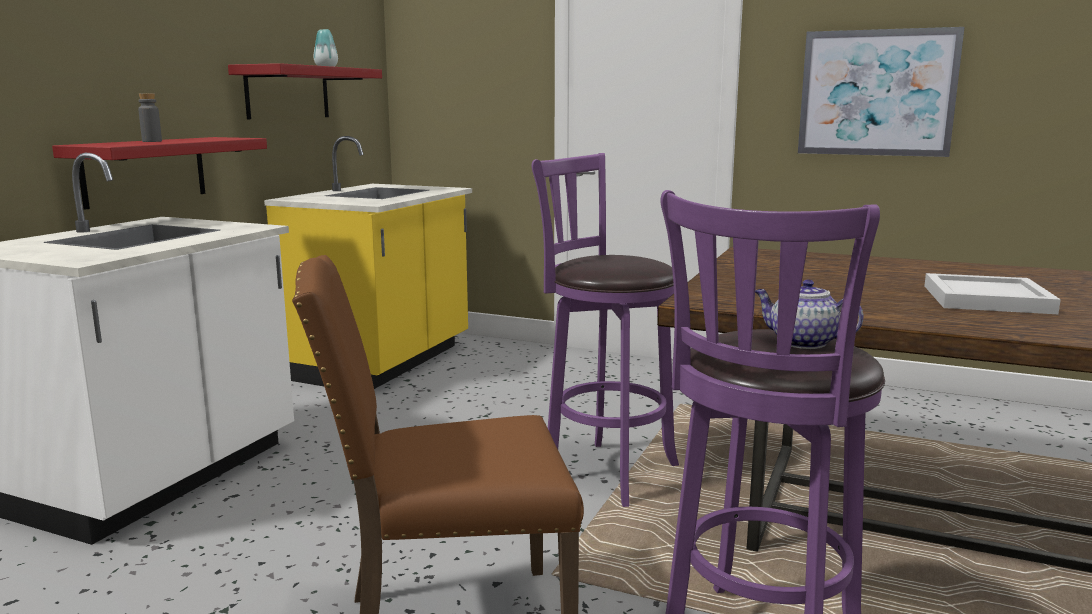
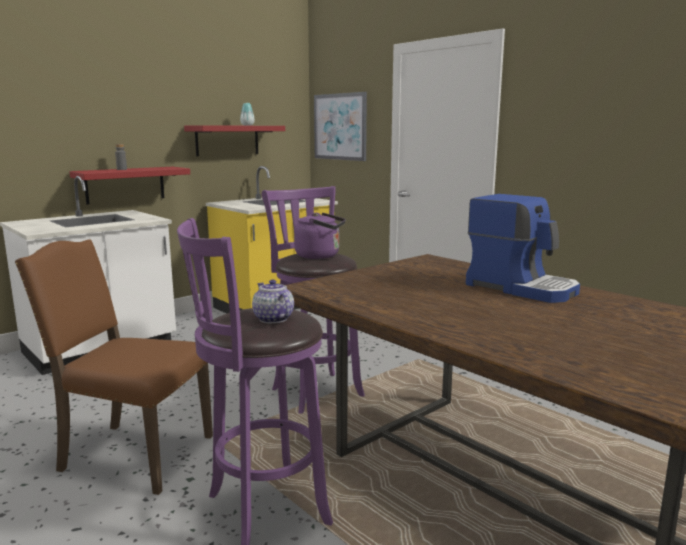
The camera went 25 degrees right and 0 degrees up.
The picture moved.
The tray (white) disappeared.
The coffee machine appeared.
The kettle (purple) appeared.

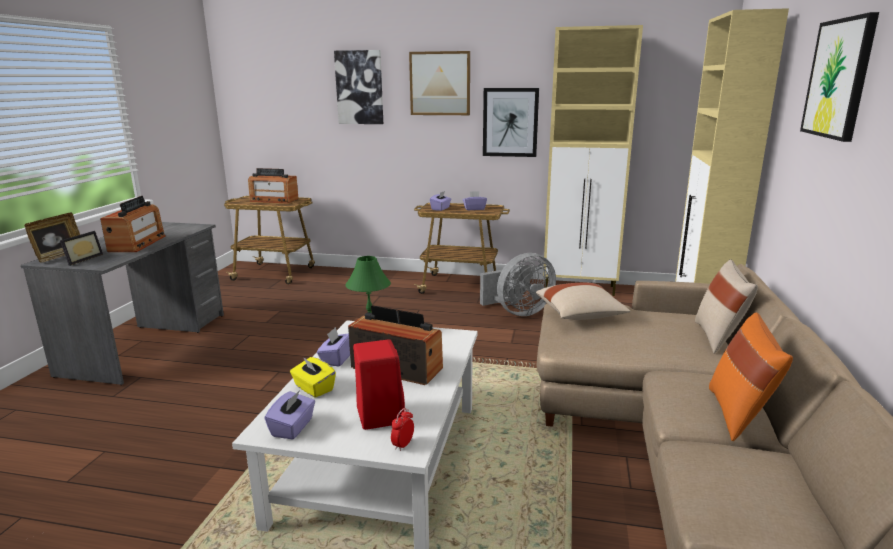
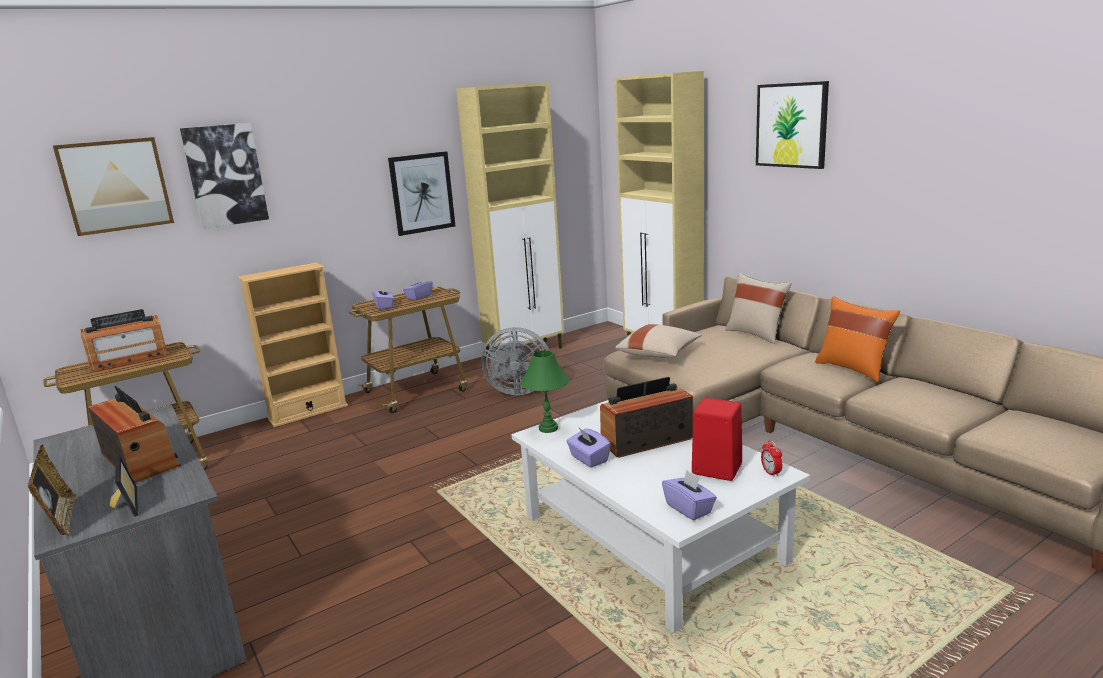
The camera went 45 degrees left and 0 degrees up.
The picture (2nd from left in the first image) moved.
The fan (grey) turned 75 degrees clockwise.
The tissue box (yellow) disappeared.
The bookcase (beige) appeared.

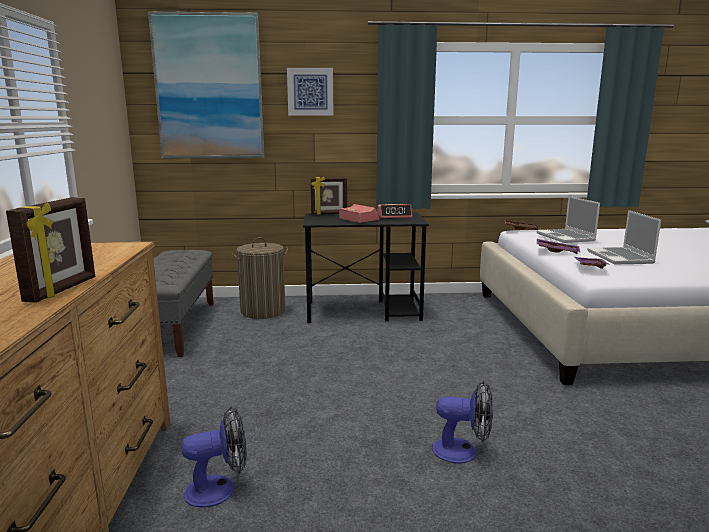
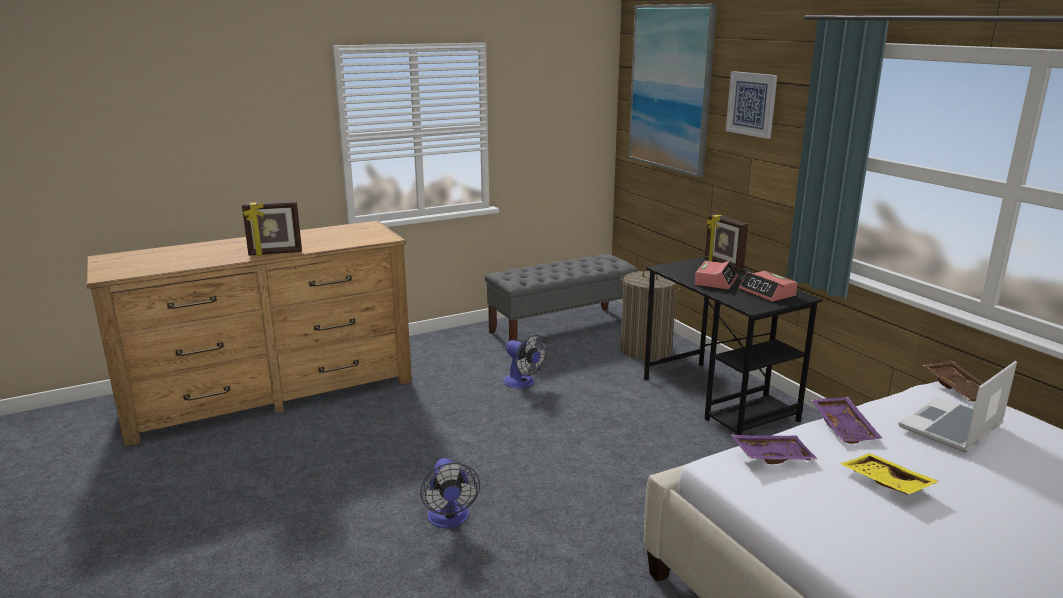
The camera went 65 degrees right and 5 degrees up.
The laptop (2nd from left) was replaced by the tray (yellow).
The fan (1st from left in the first image) moved.

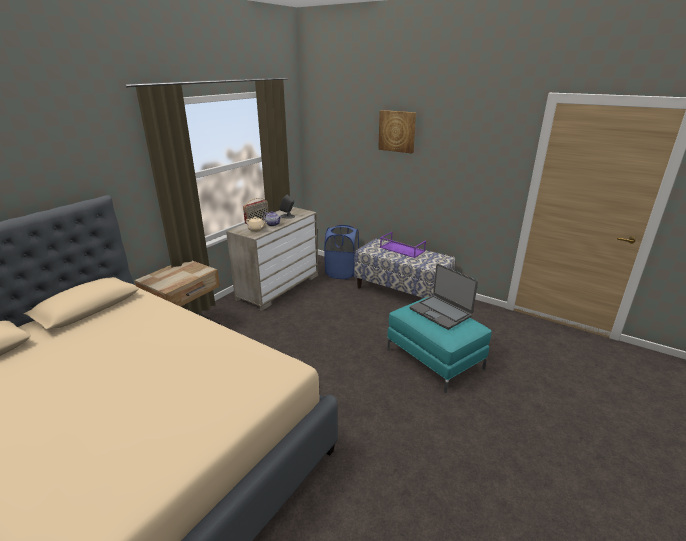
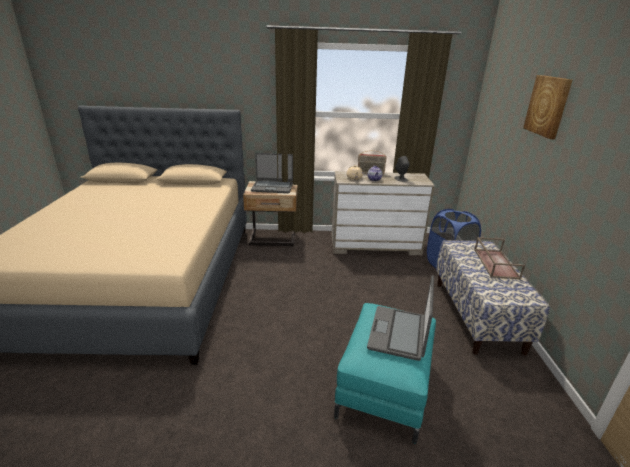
The camera went 55 degrees right and 0 degrees up.
The tray (purple) became the tray (brown).
The laptop (1st from left) appeared.

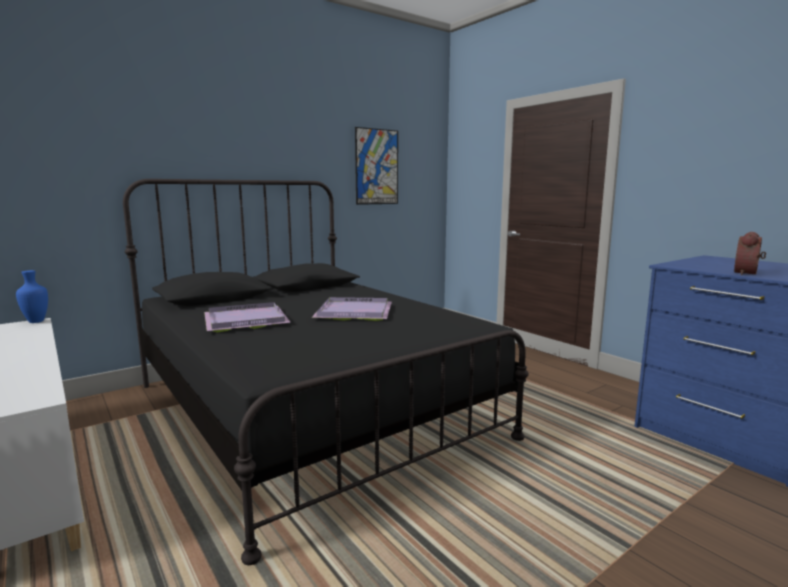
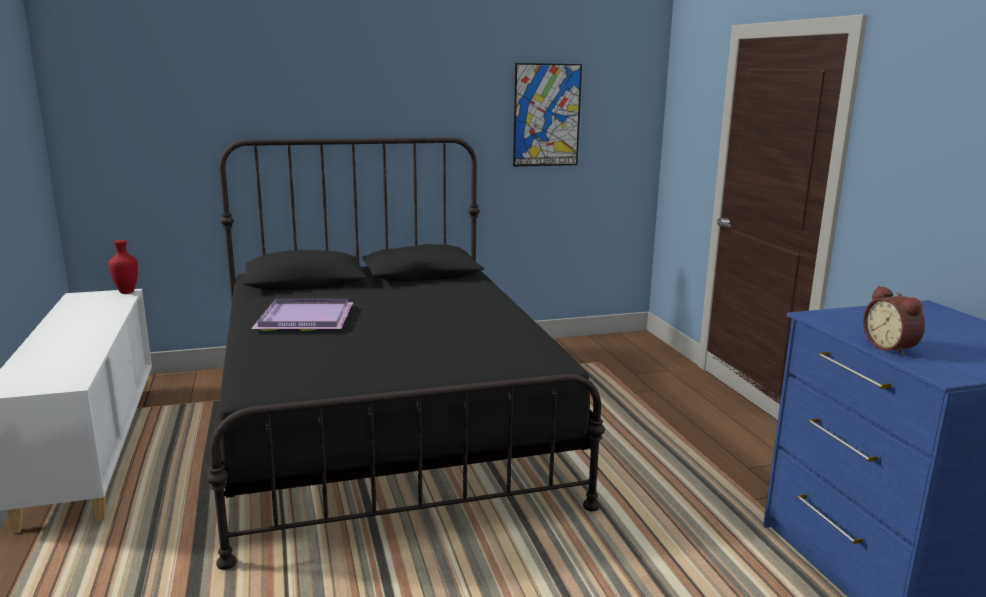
The camera went 20 degrees right and 5 degrees up.
The alarm clock turned 75 degrees counterclockwise.
The vase (blue) became the vase (red).
The tray (purple) (2nd from left) disappeared.

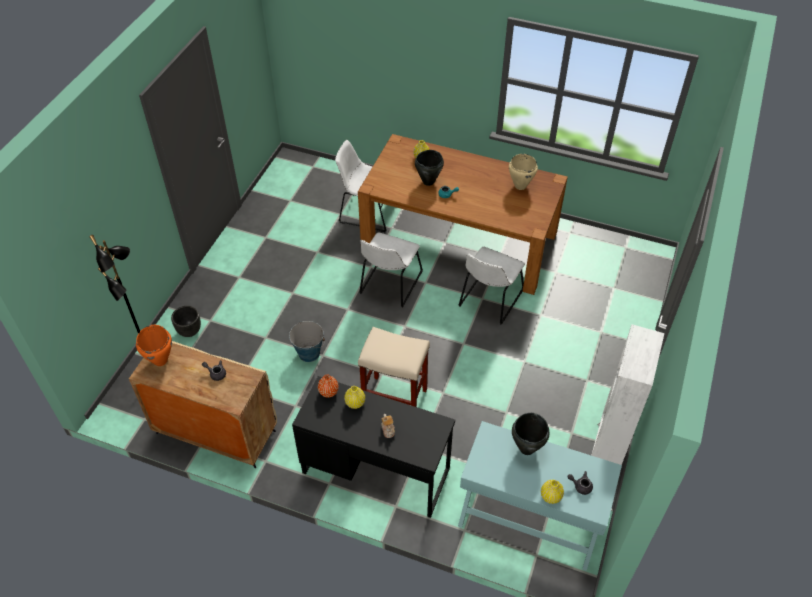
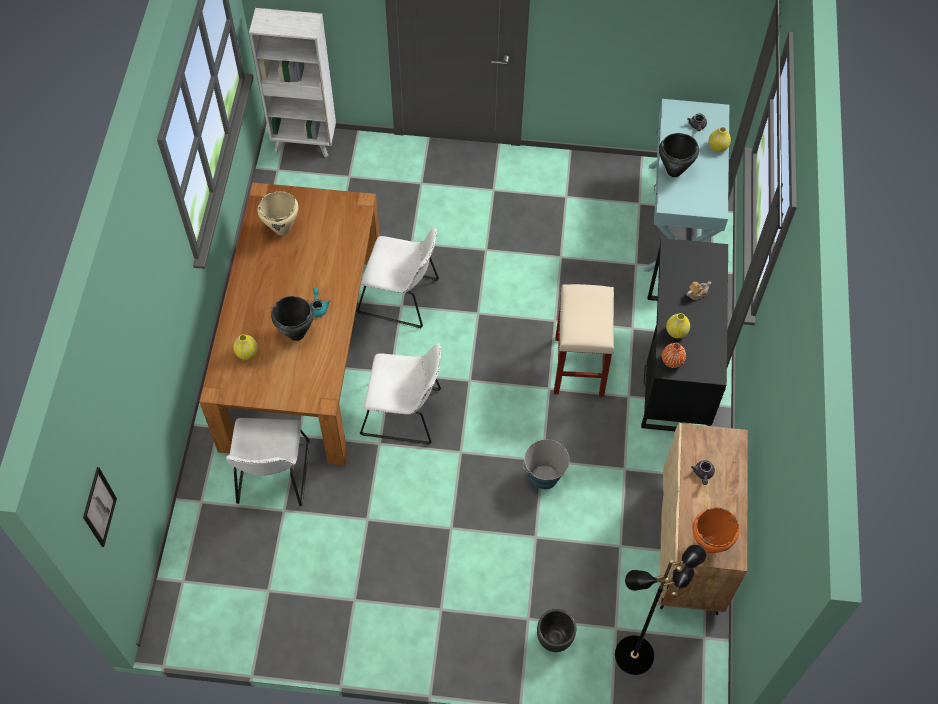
The camera went 105 degrees left and 10 degrees up.
The bookcase (white) moved.
The picture appeared.

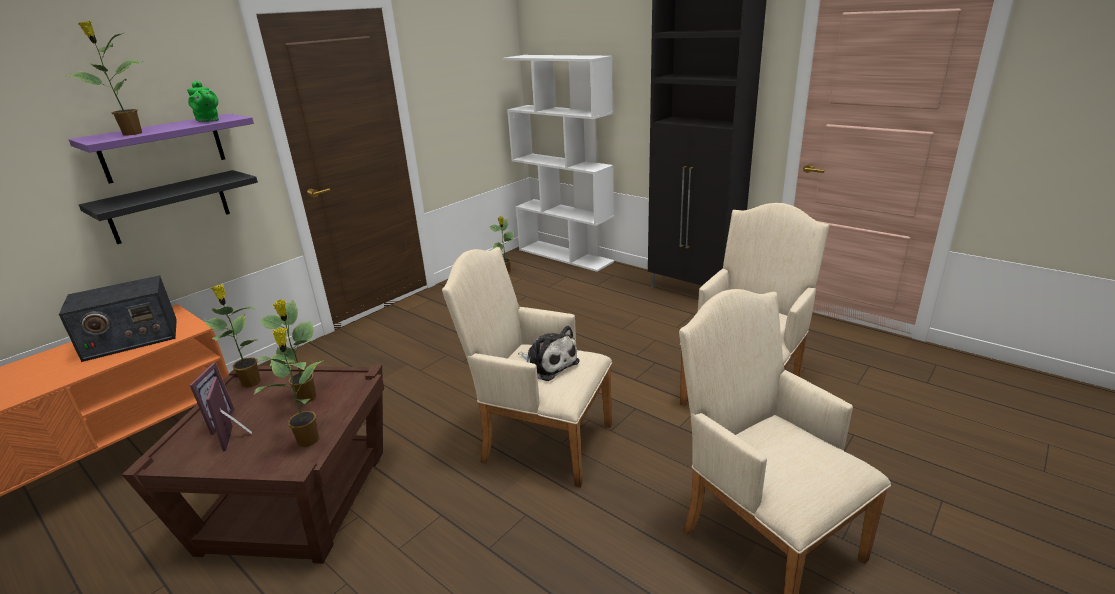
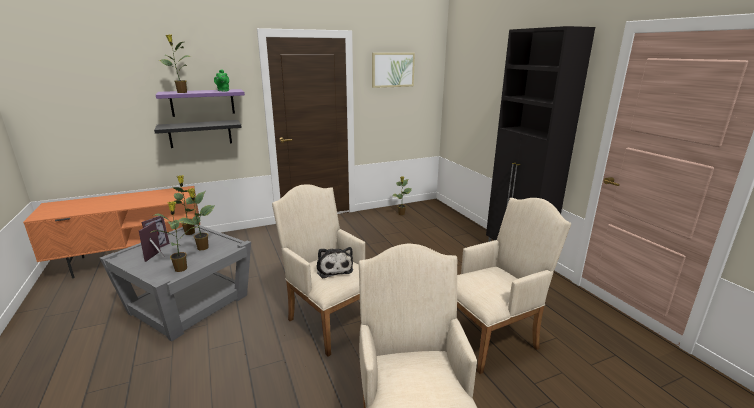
The camera went 25 degrees right and 5 degrees down.
The bookcase (white) disappeared.
The radio disappeared.
The side table (brown) became the side table (grey).
The picture appeared.

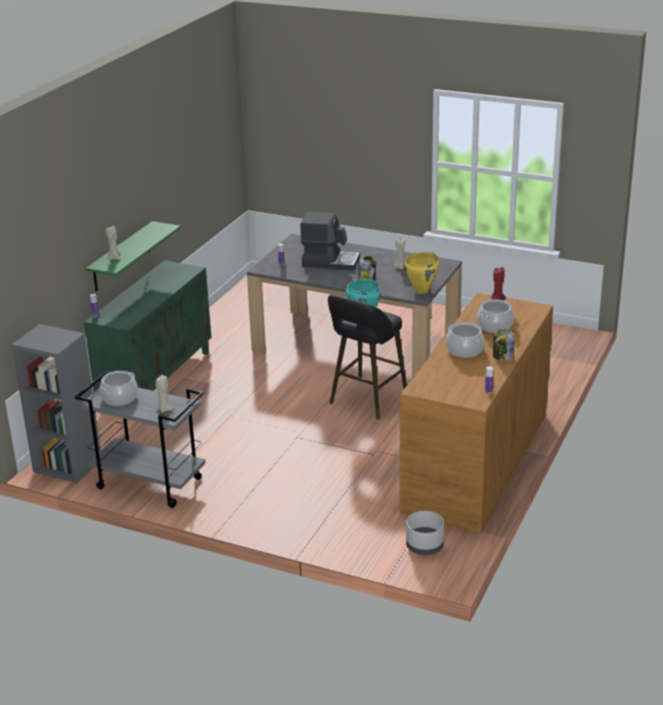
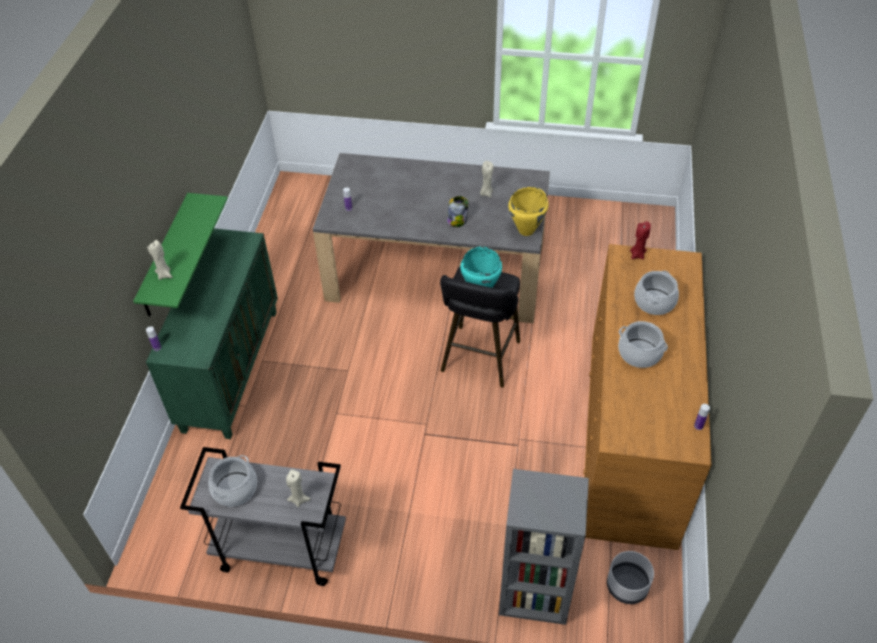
The camera went 15 degrees left and 20 degrees up.
The coffee machine disappeared.
The bookcase (grey) moved.
The jar (2nd from left) disappeared.

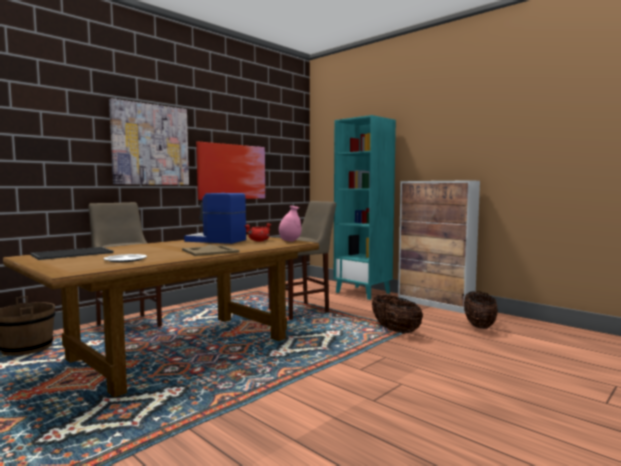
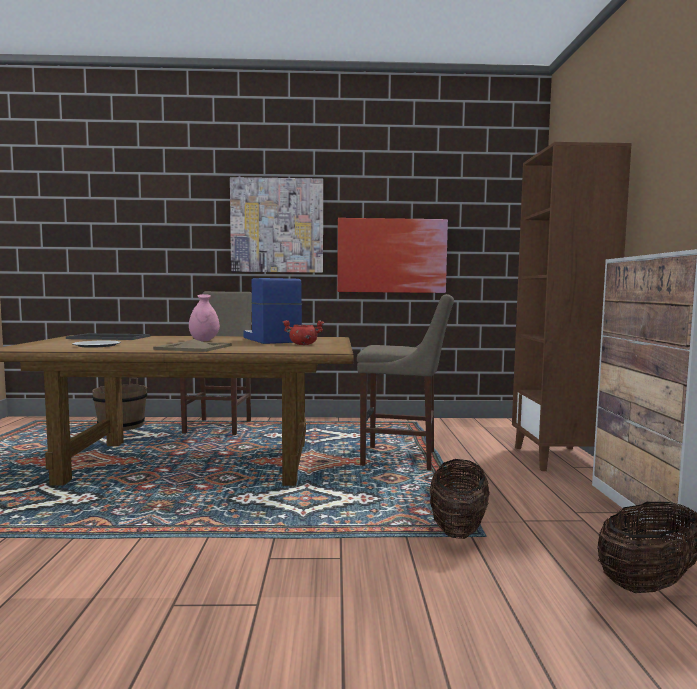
The camera went 45 degrees right and 0 degrees up.
The bookcase (turquoise) became the bookcase (brown).
The vase (pink) moved.

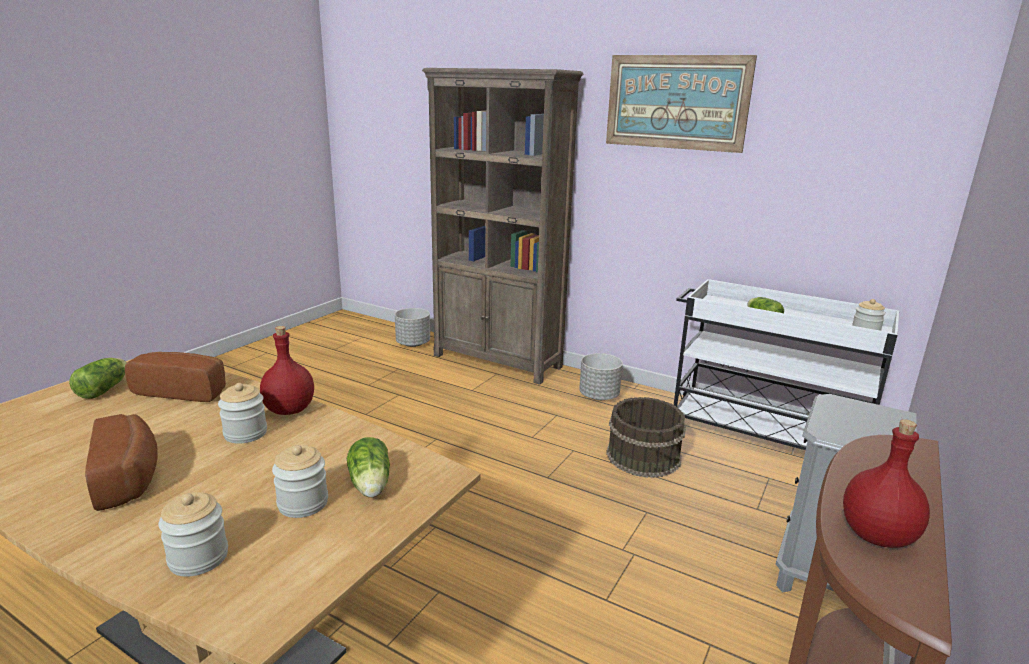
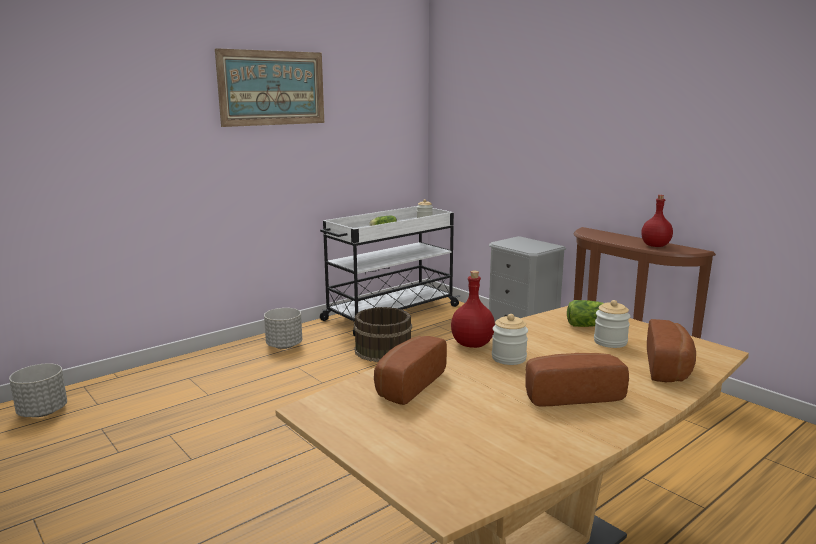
The camera went 70 degrees left and 5 degrees down.
The bookcase (brown) disappeared.
The lettuce (1st from left) disappeared.
The jar (1st from left) was replaced by the bread (3rd from left).

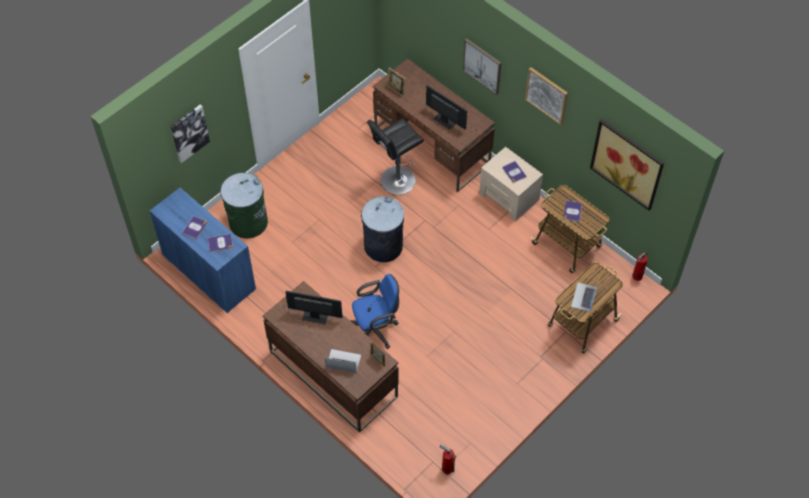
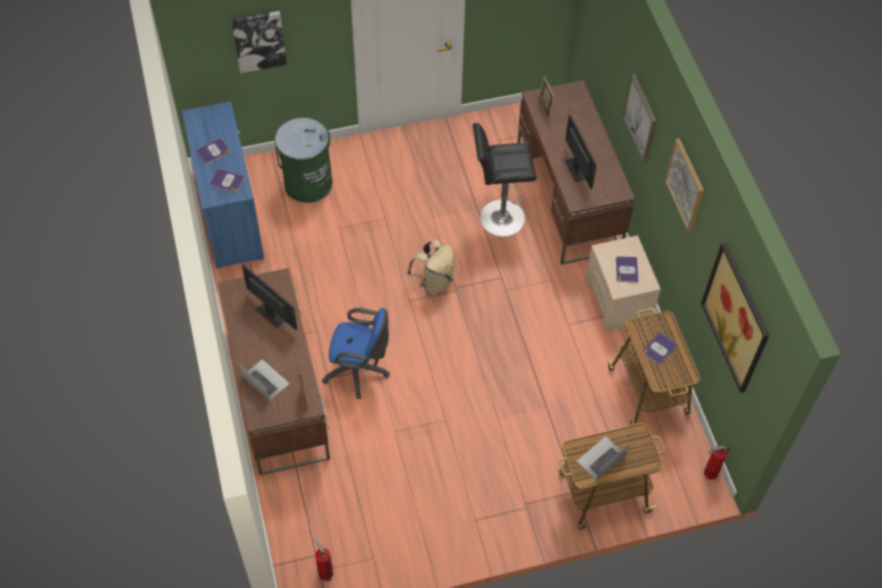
The camera went 30 degrees right and 0 degrees up.
The trash can (grey) was replaced by the backpack (beige).

